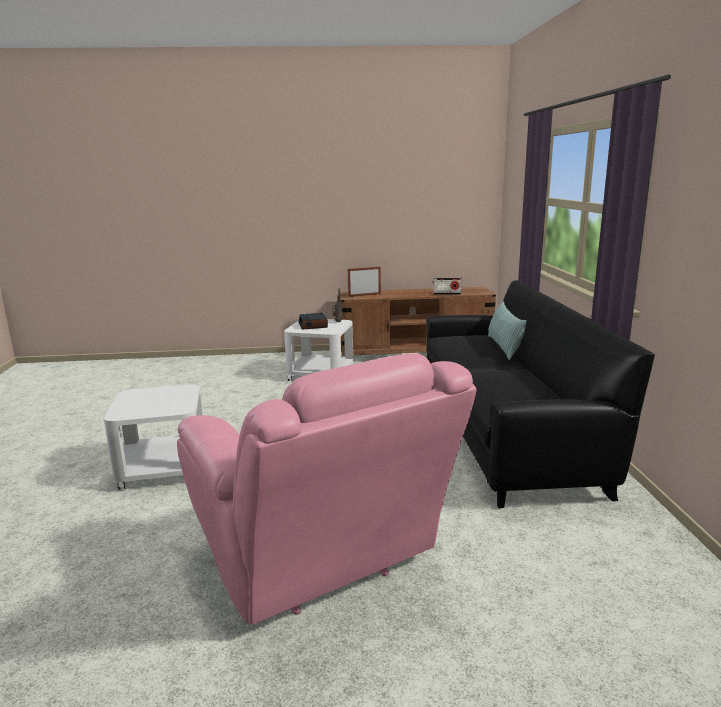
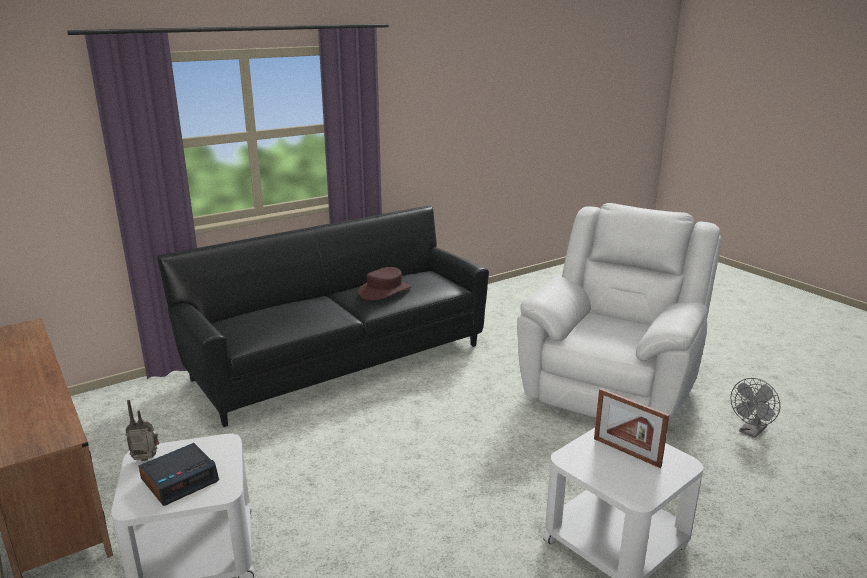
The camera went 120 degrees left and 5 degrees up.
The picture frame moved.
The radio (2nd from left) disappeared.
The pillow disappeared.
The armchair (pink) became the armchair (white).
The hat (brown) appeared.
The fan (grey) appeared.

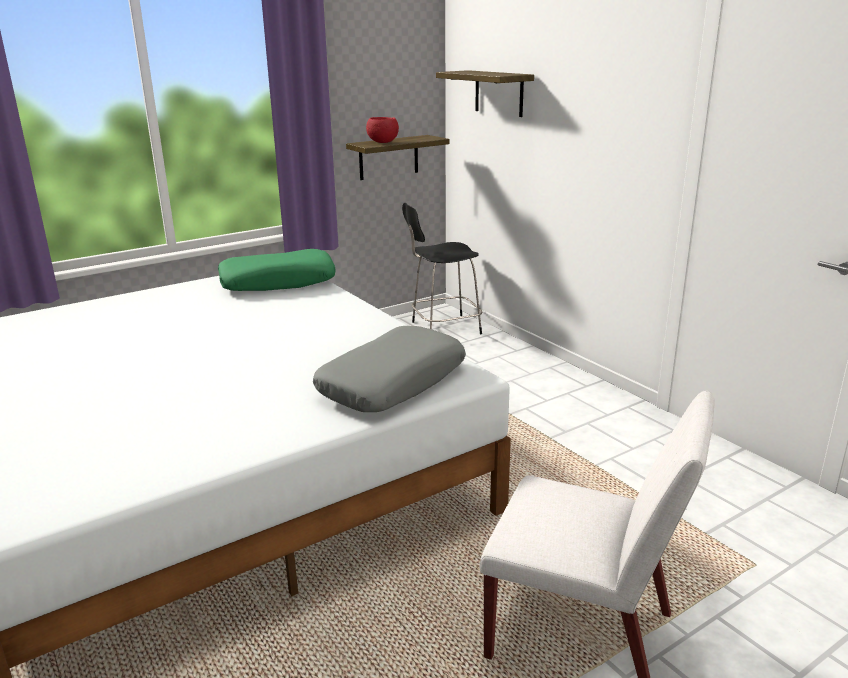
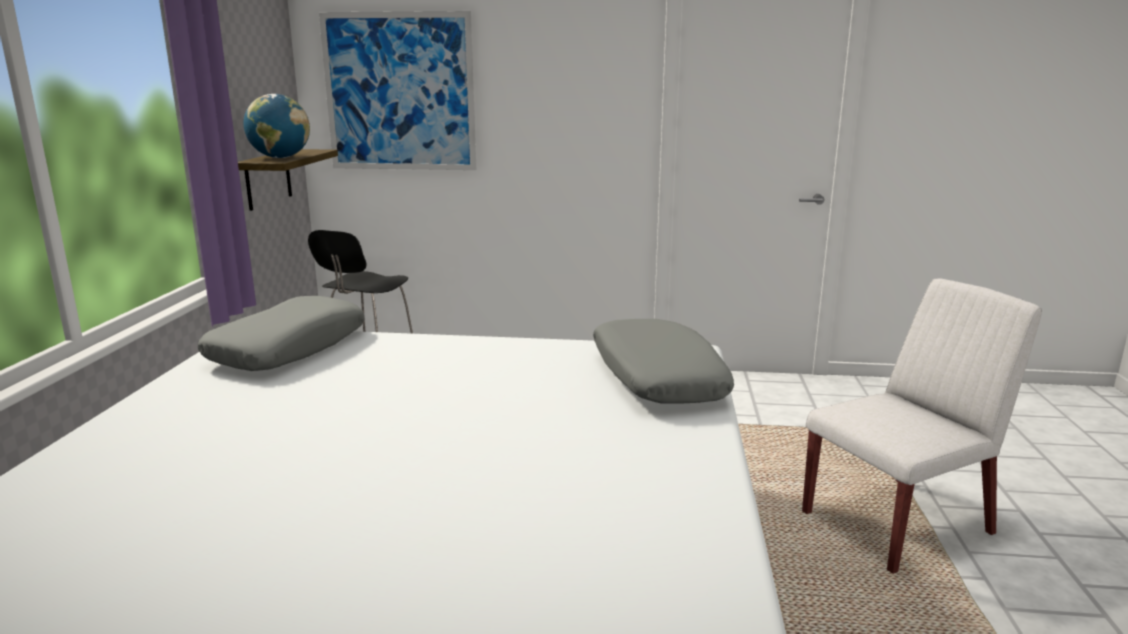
The camera went 50 degrees left and 5 degrees down.
The shelf (2nd from left) was replaced by the picture.
The bowl (red) was replaced by the globe.
The pillow (green) became the pillow (grey) (1st from left).

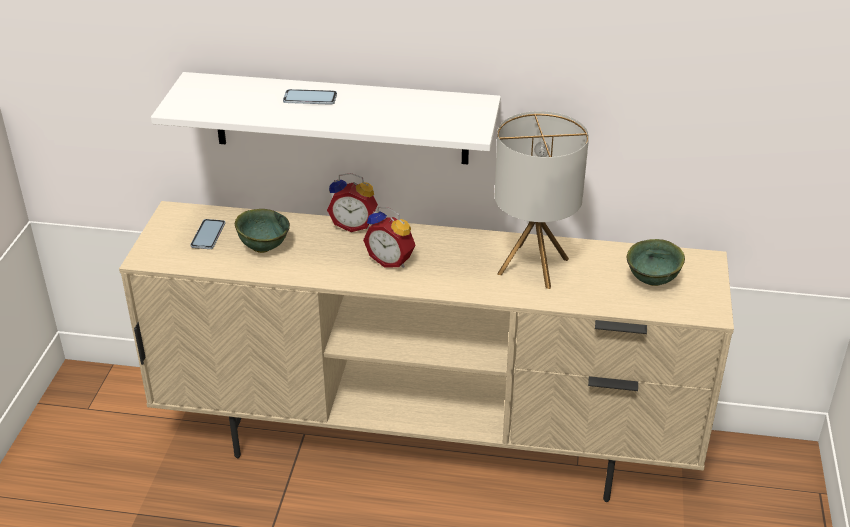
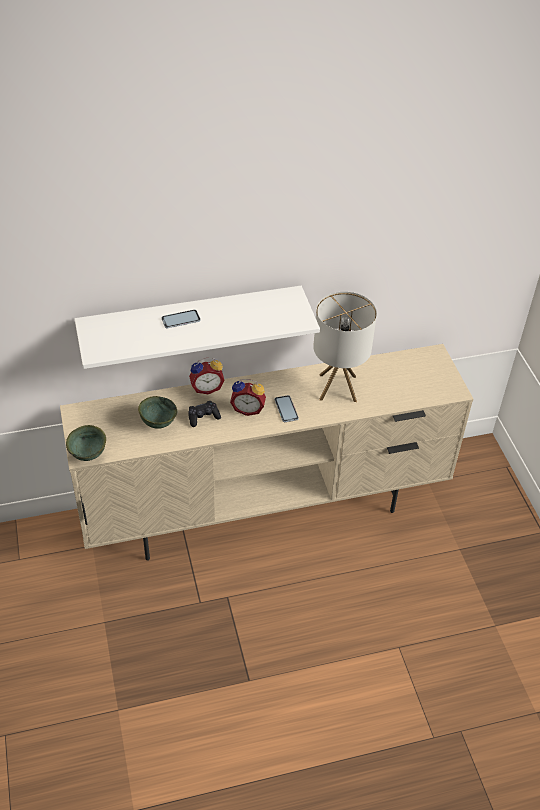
The camera went 25 degrees left and 10 degrees up.
The phone (1st from left in the first image) moved.
The bowl (green) (2nd from left in the first image) moved.
The game controller (black) appeared.

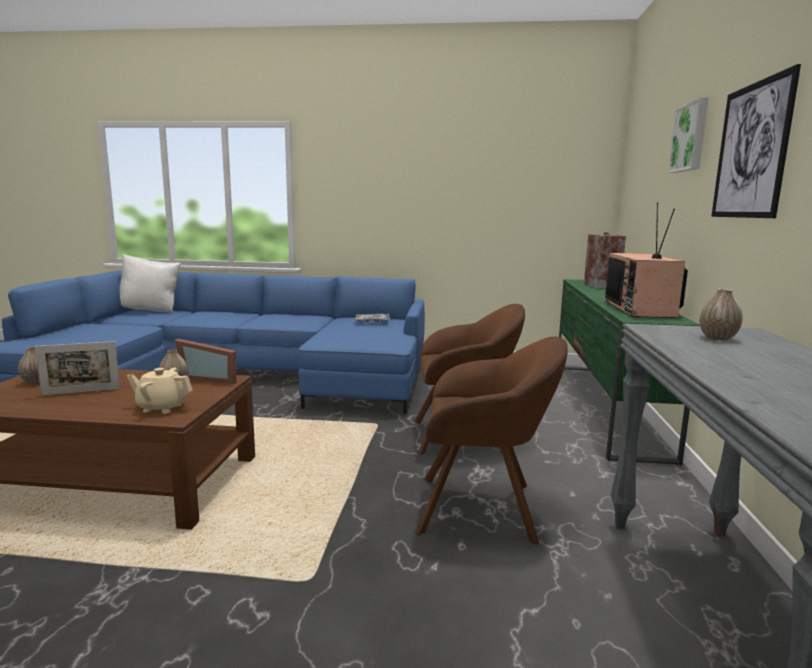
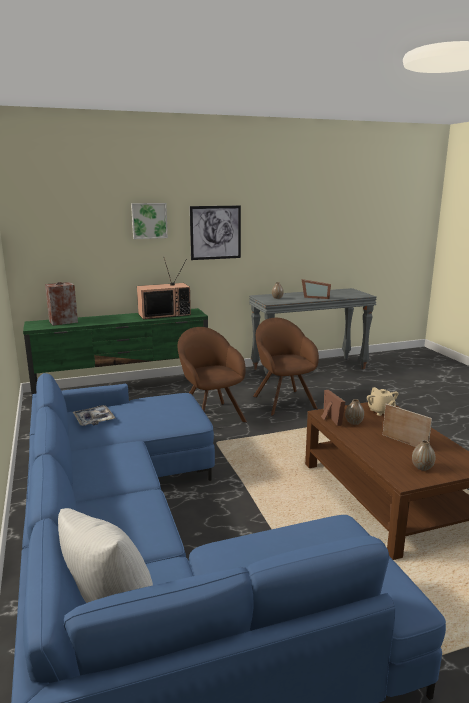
The camera went 115 degrees left and 5 degrees up.
The picture frame (1st from left) appeared.

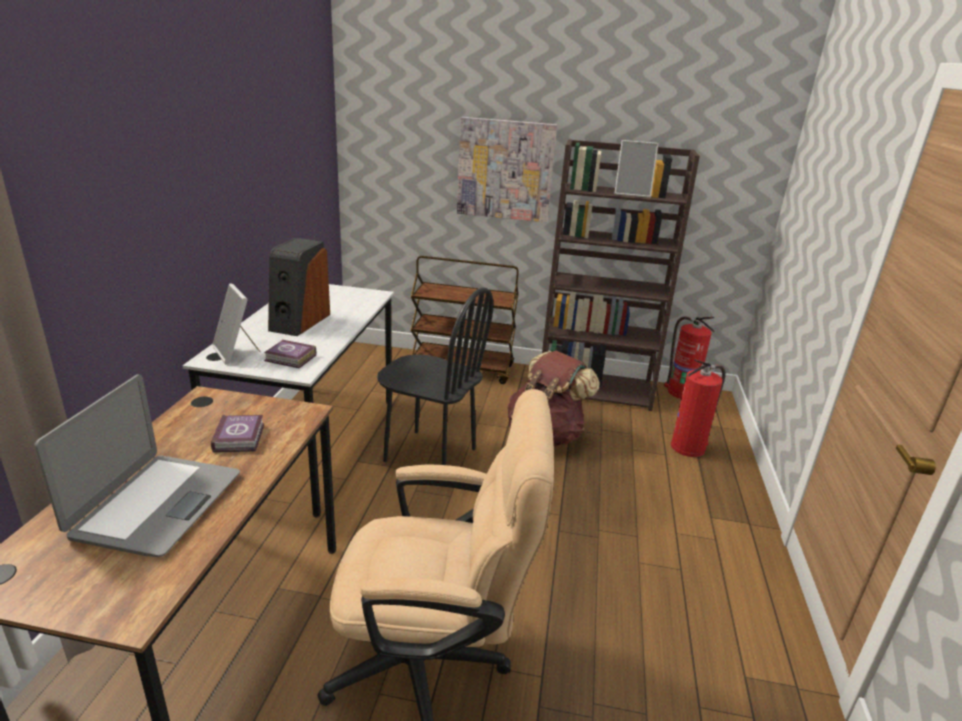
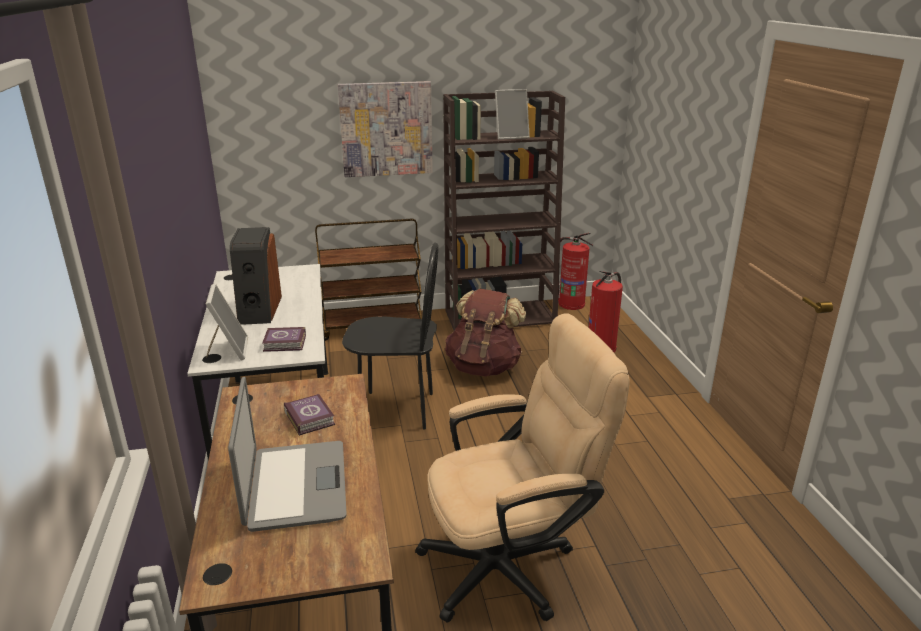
The camera went 20 degrees left and 0 degrees up.
The picture frame (1st from left) turned 135 degrees counterclockwise.

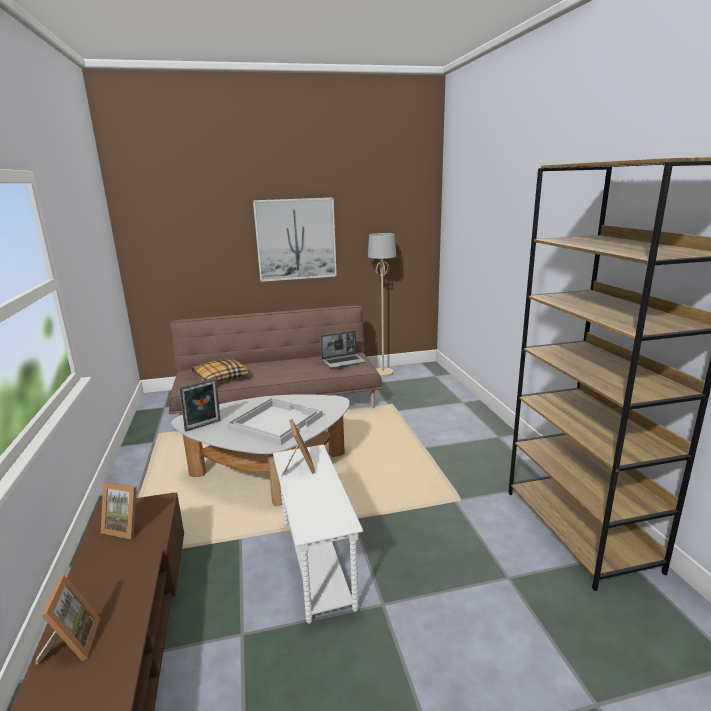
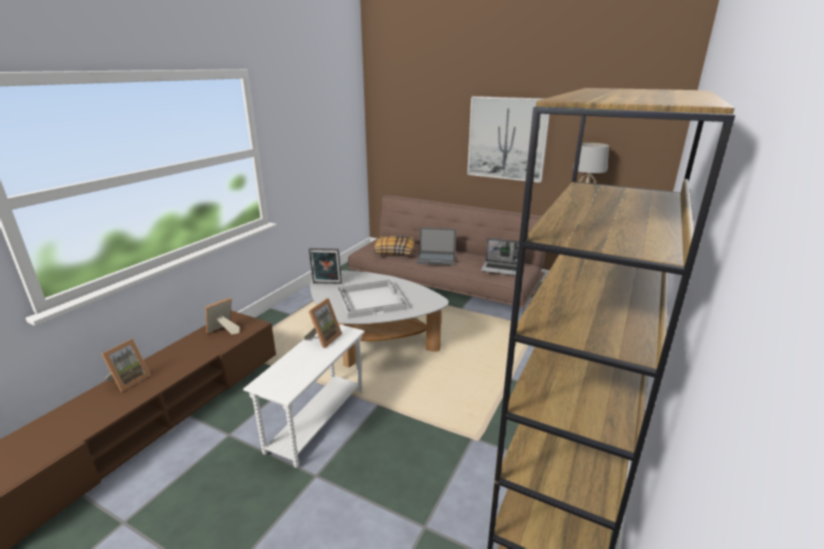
The camera went 40 degrees right and 5 degrees up.
The picture frame (2nd from left) turned 75 degrees clockwise.
The laptop (1st from left) appeared.

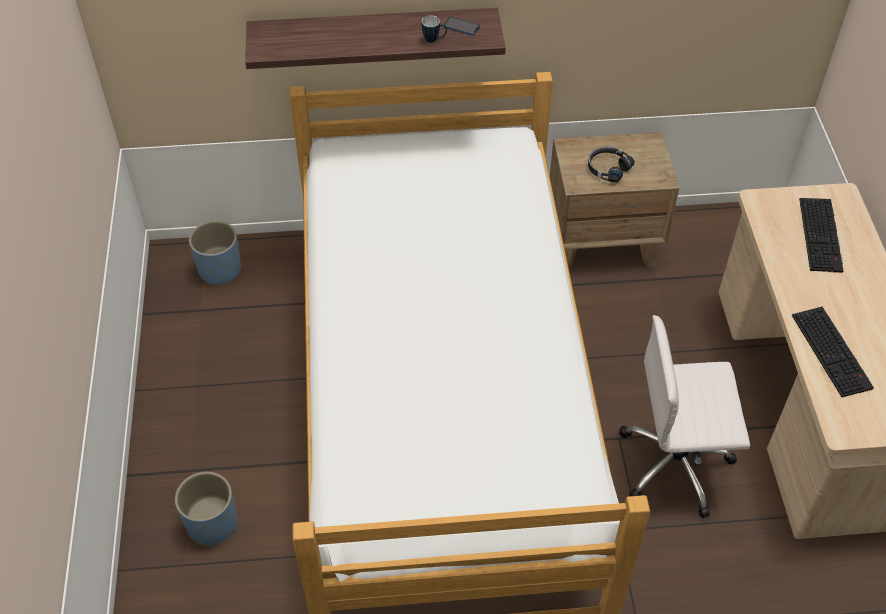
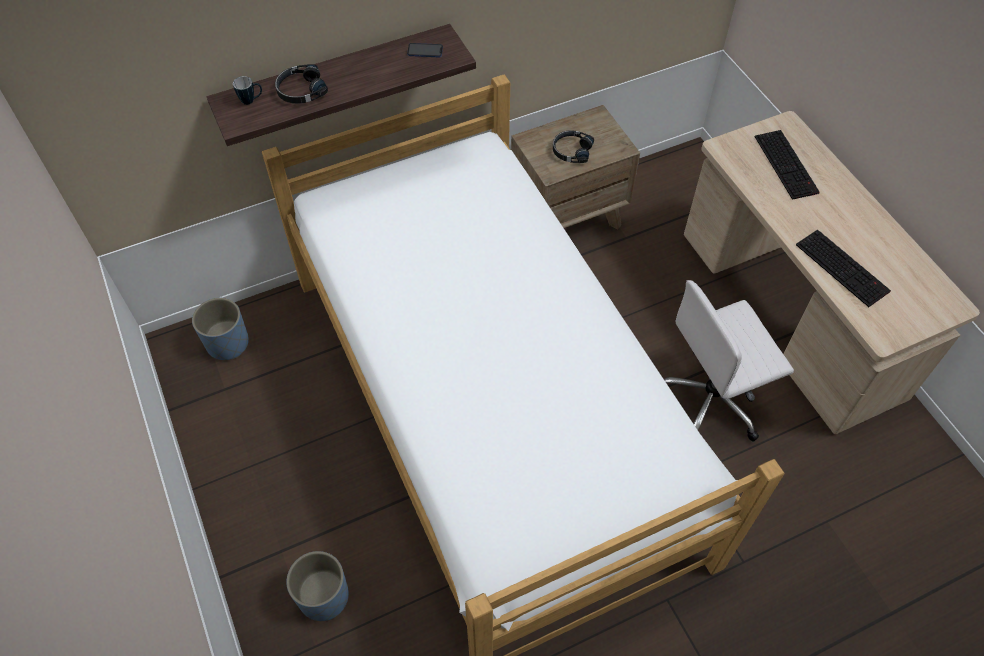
The camera went 20 degrees left and 5 degrees up.
The mug moved.
The headphones (black) (1st from left) appeared.

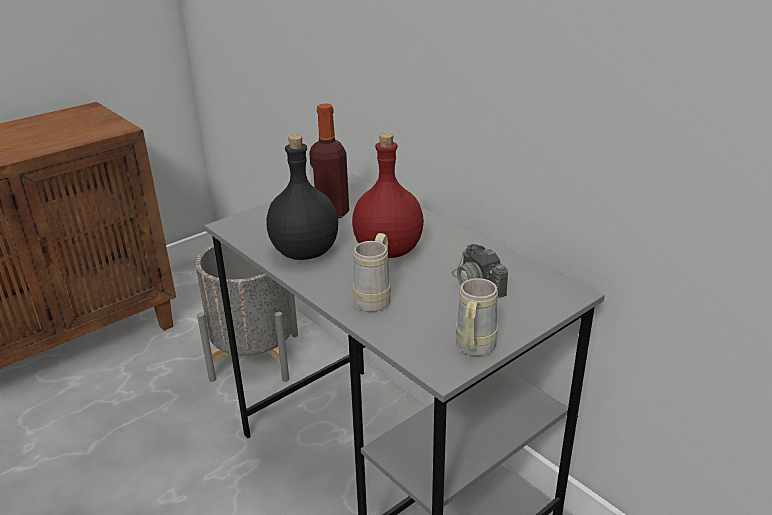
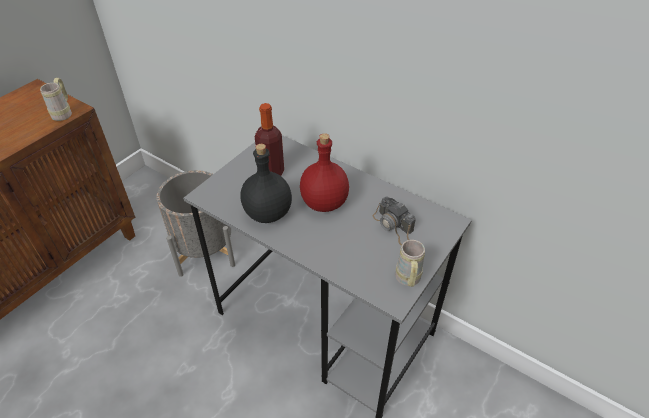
The camera went 15 degrees left and 15 degrees up.
The mug (beige) (1st from left) moved.

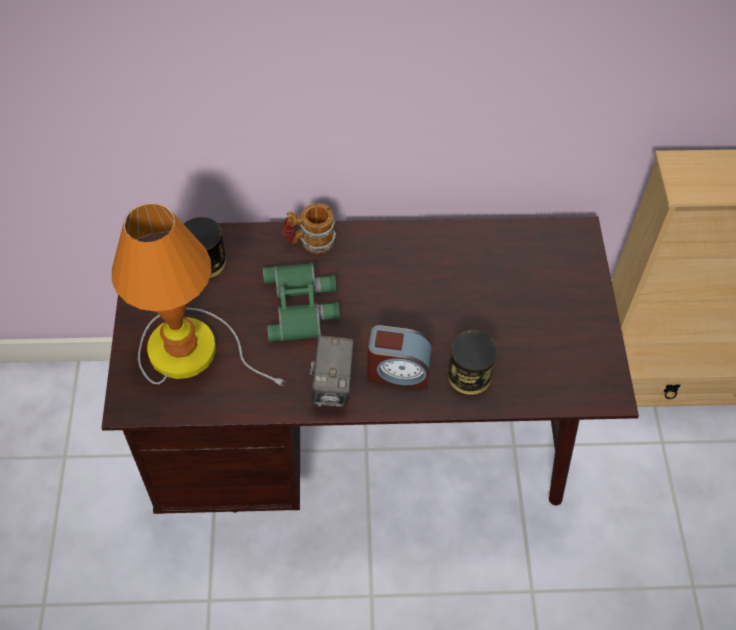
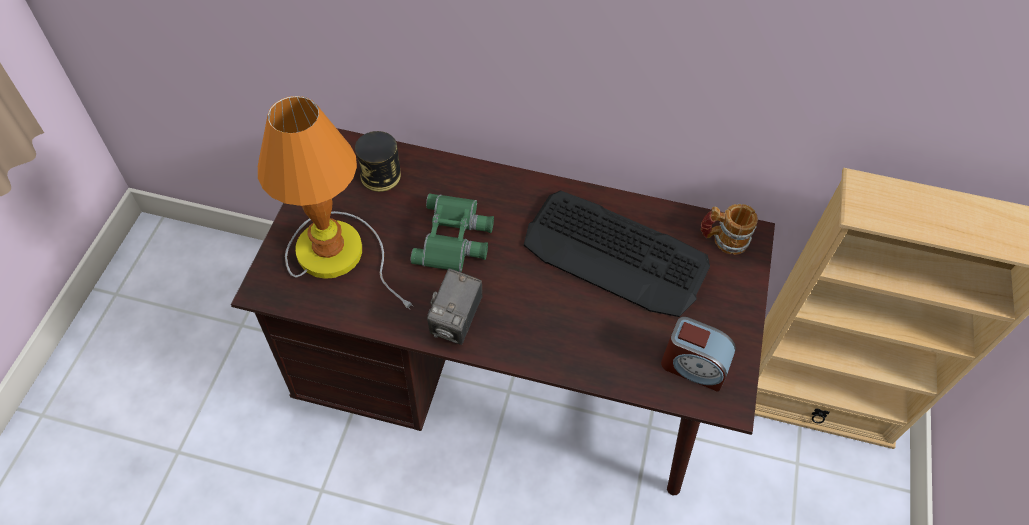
The camera went 15 degrees right and 0 degrees up.
The mug moved.
The alarm clock moved.
The can (2nd from left) disappeared.
The keyboard appeared.

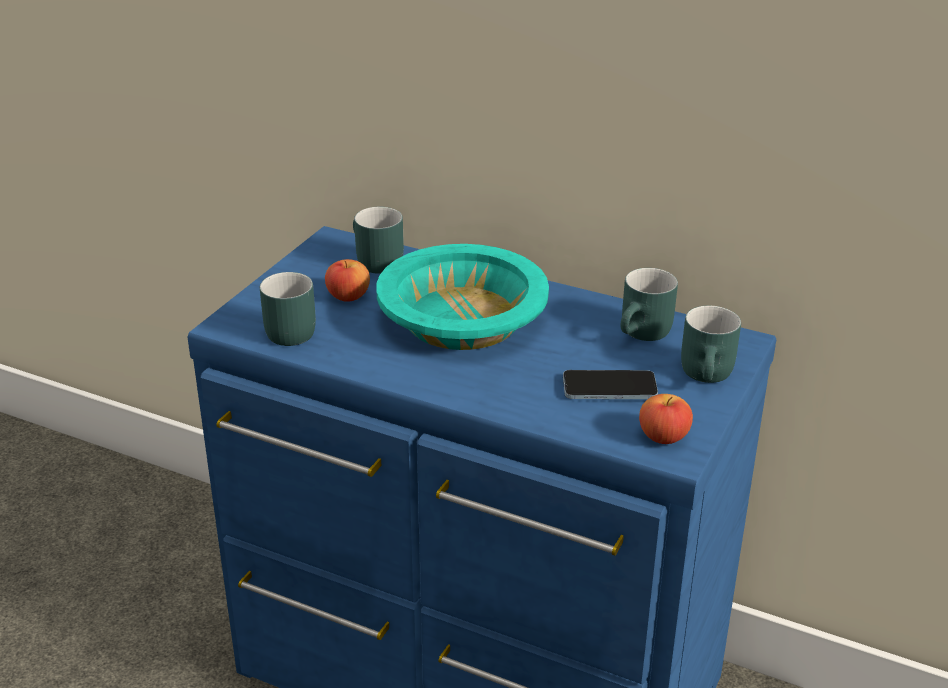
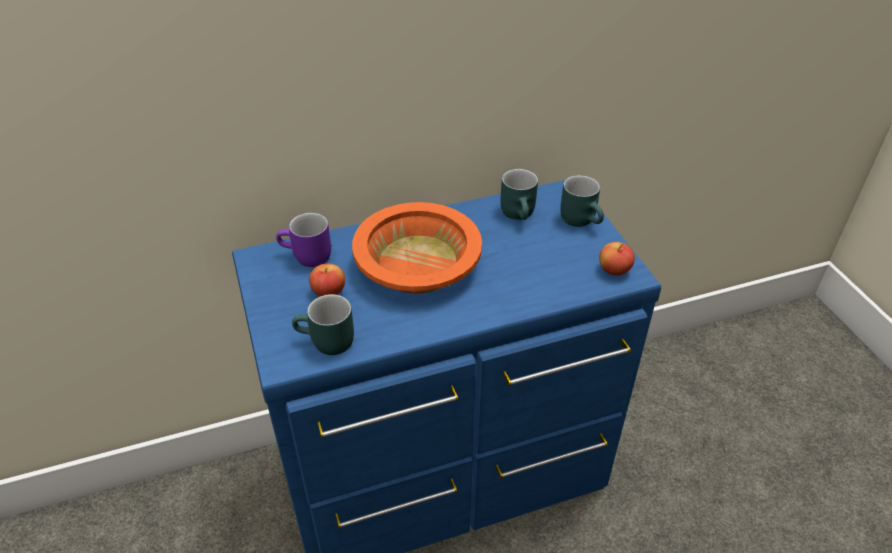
The camera went 45 degrees left and 10 degrees up.
The mug (turquoise) (2nd from left) became the mug (purple).
The bowl (turquoise) became the bowl (orange).
The phone disappeared.

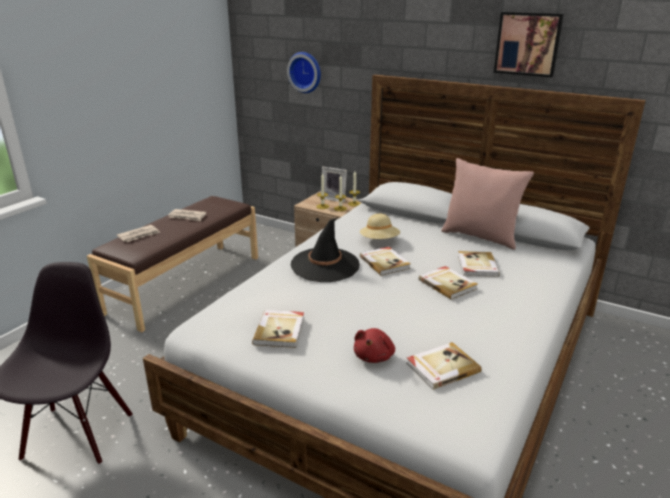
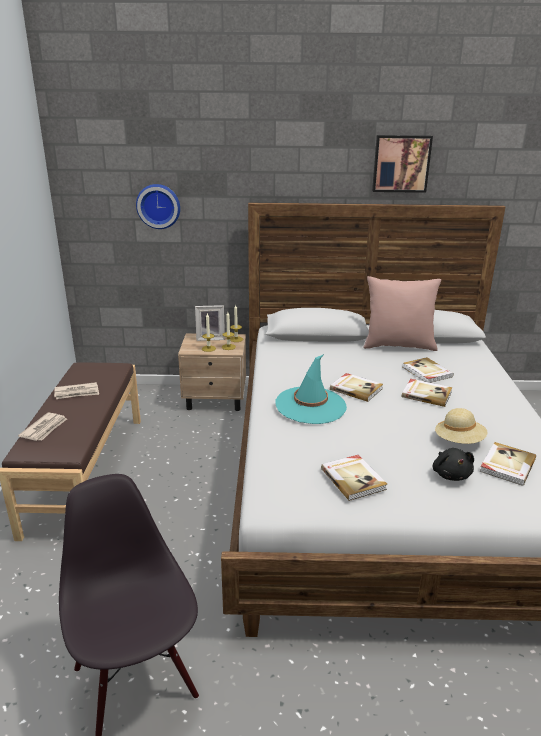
The camera went 30 degrees left and 0 degrees up.
The hat (beige) moved.
The hat (black) became the hat (turquoise).
The plush toy (red) became the plush toy (black).

